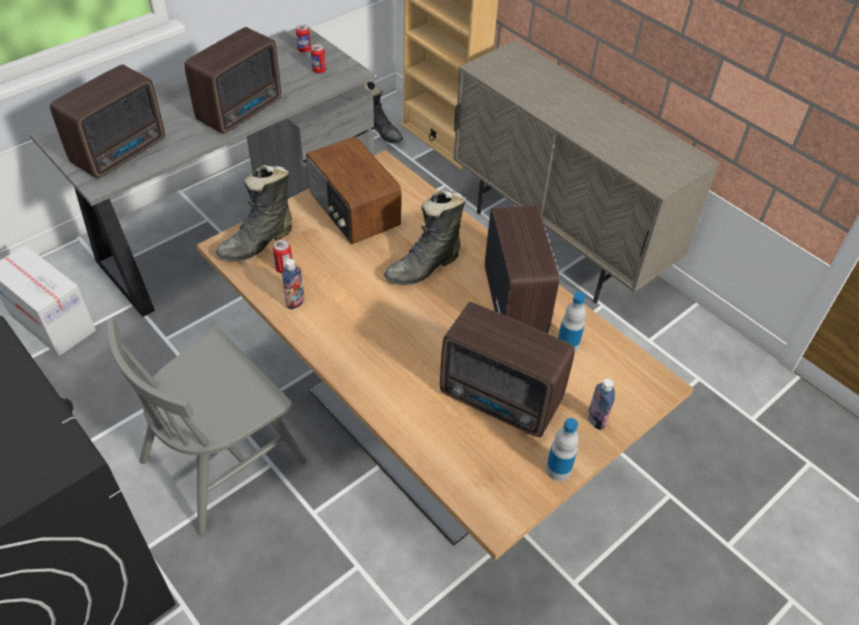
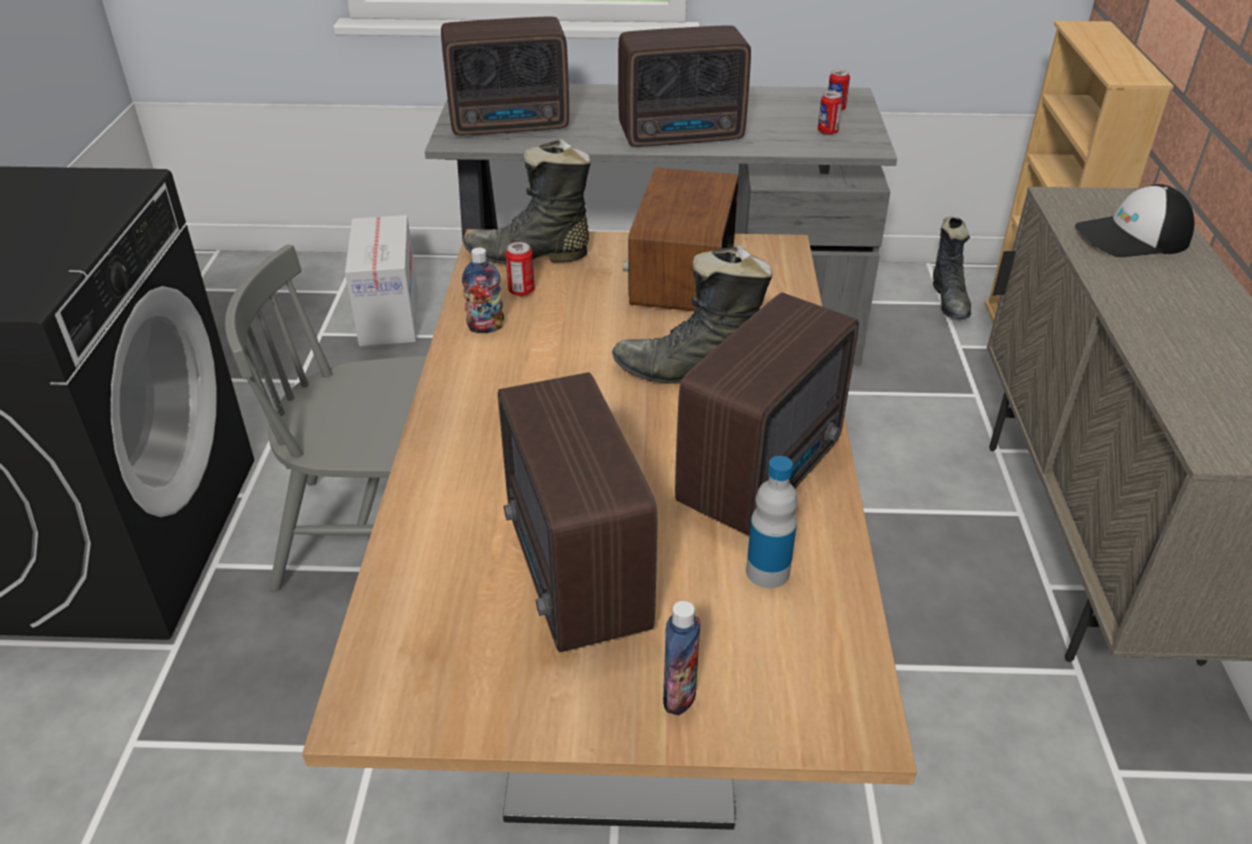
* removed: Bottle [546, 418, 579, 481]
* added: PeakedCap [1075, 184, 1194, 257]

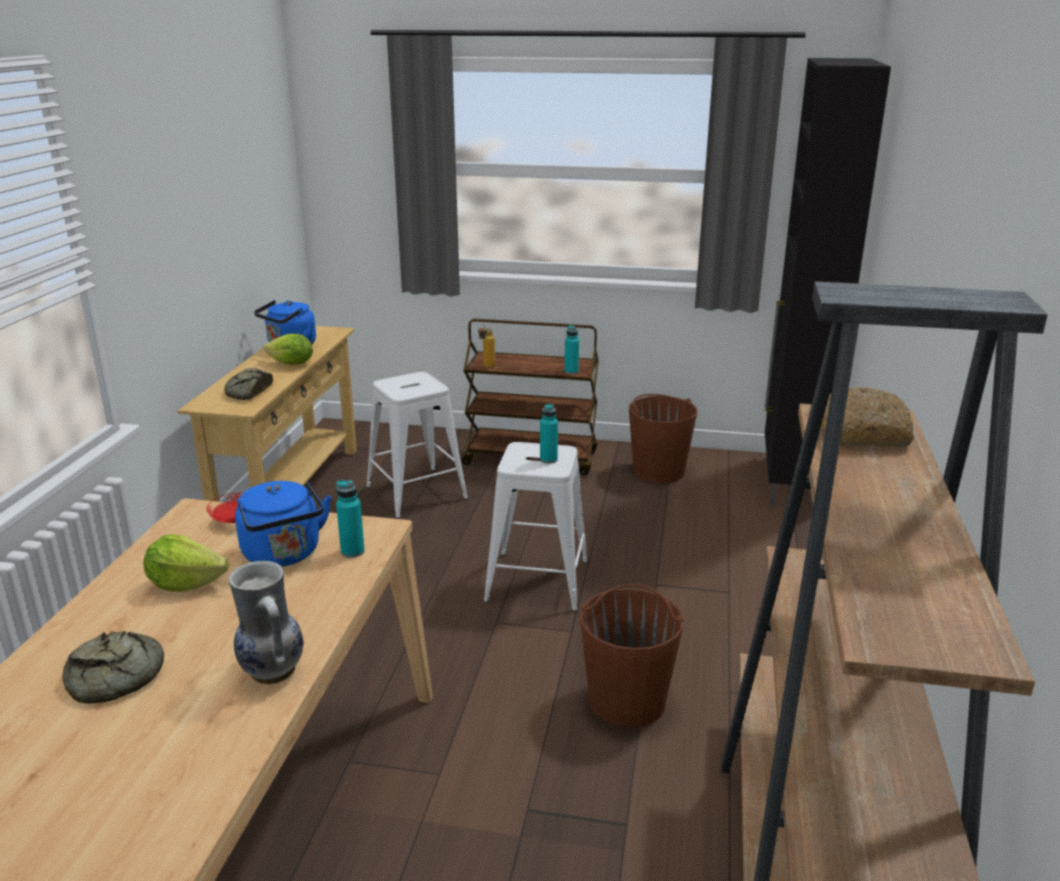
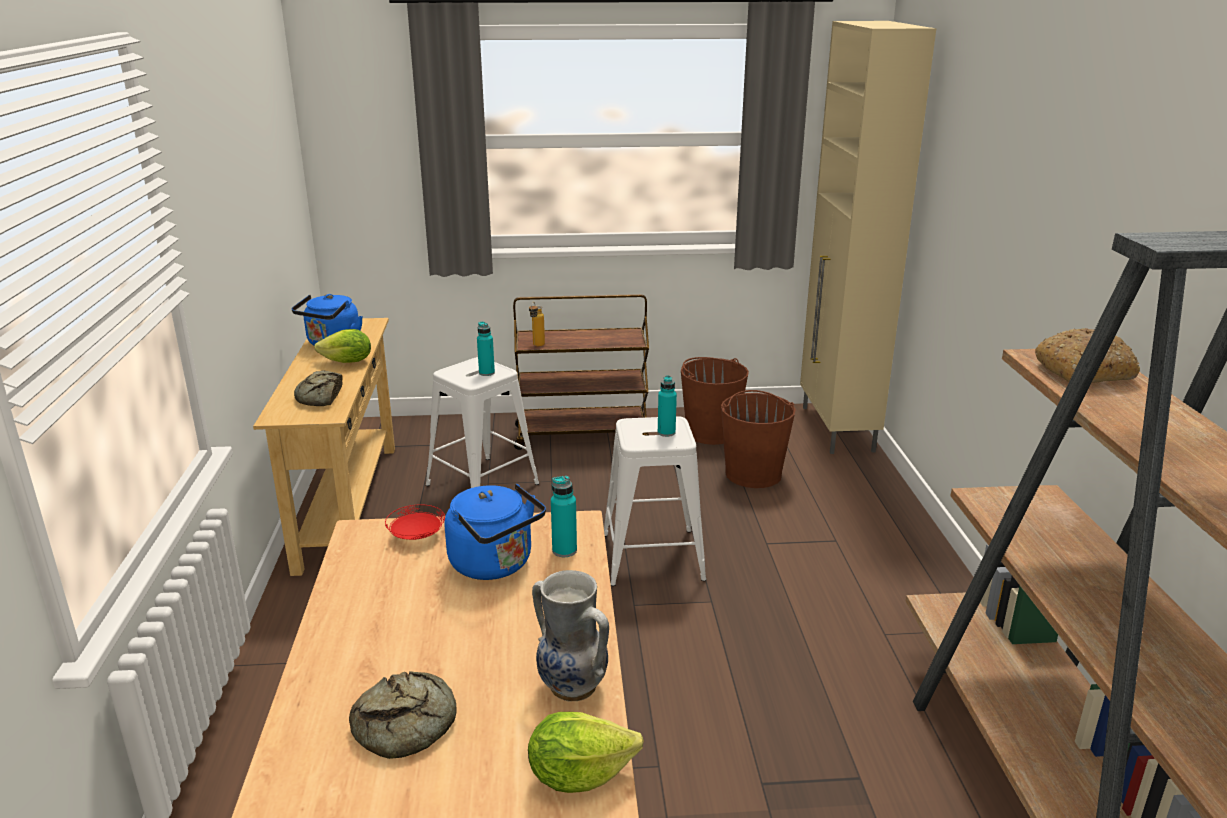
* recoloured: BlackColouredCupboard [765, 58, 891, 507] to SandColouredCupboard [800, 21, 936, 454]
* moved: TurquoiseColouredBottle [565, 325, 579, 374] to [477, 321, 495, 376]
* moved: HeadOfLettuce [144, 534, 229, 592] to [528, 712, 644, 793]
* moved: BrownColouredWaterBucket [580, 584, 684, 728] to [721, 390, 796, 488]

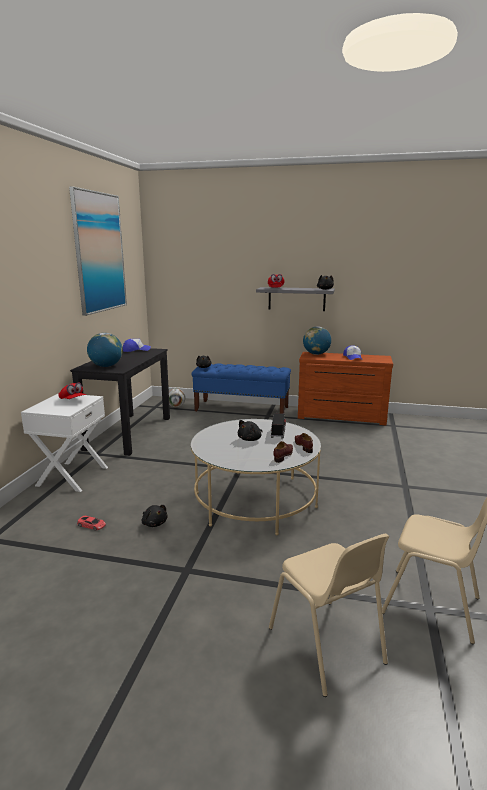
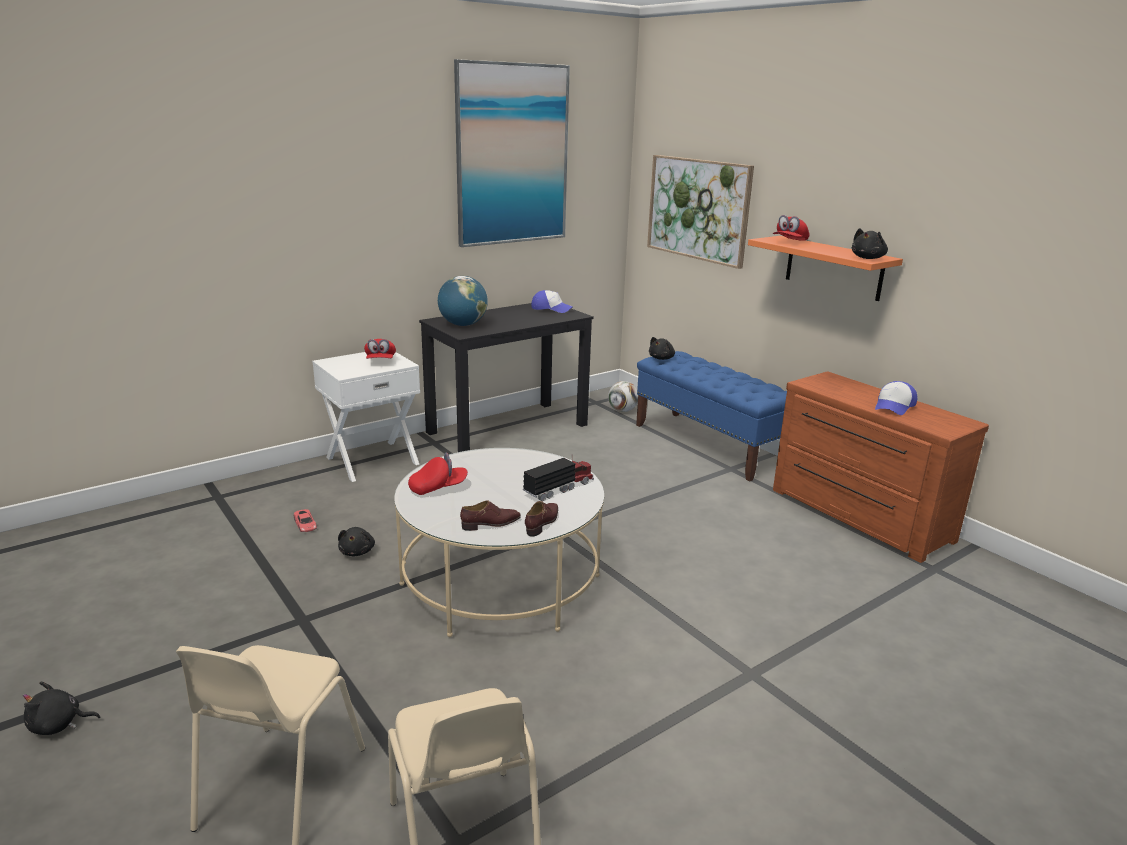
* recoloured: GrayBracketShelf [256, 287, 335, 311] to OrangeColouredBracketShelf [748, 236, 903, 301]
* removed: DeskGlobe [303, 326, 331, 355]
* moved: BlackColouredSoftToy [238, 420, 263, 441] to [23, 682, 100, 735]
* added: WallArt [647, 155, 754, 269]
* added: ReddishPeakedCap [408, 453, 468, 495]

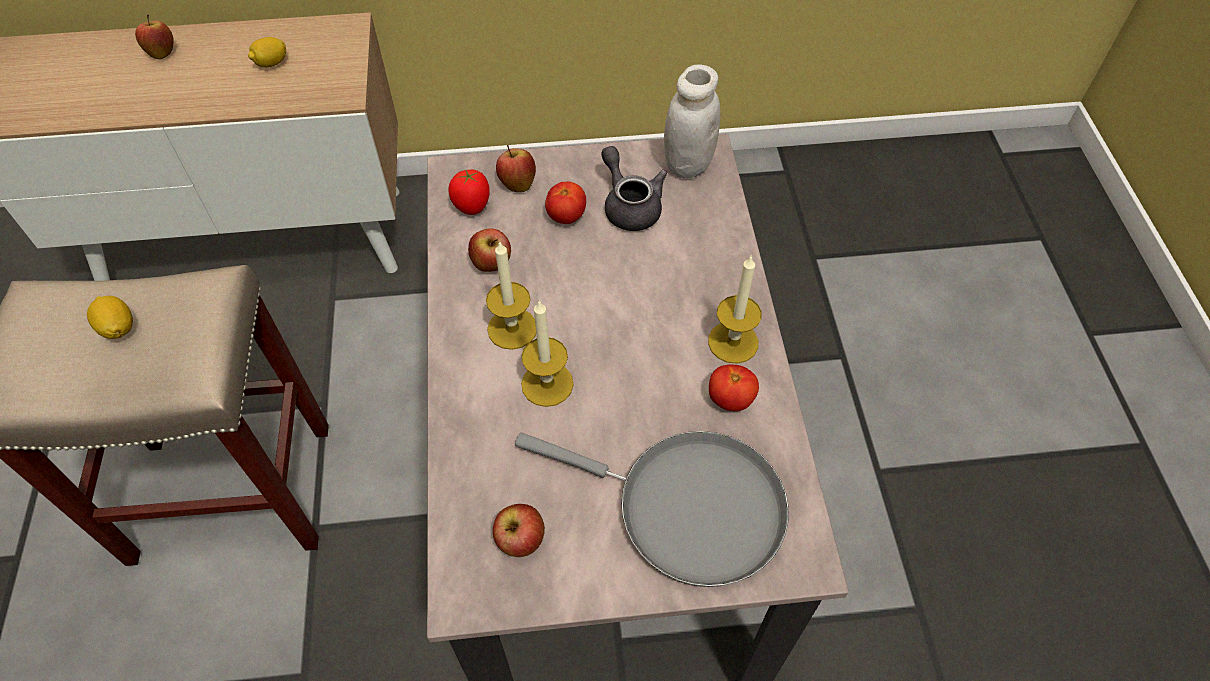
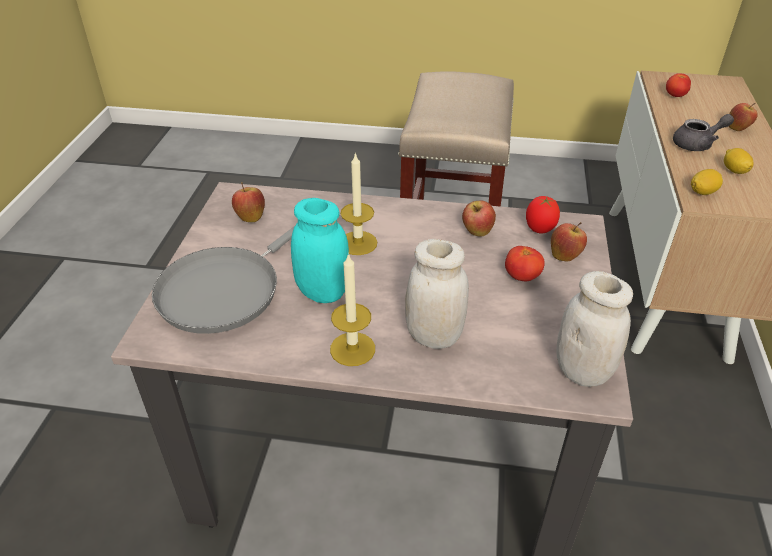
* moved: GrayTeapot [601, 146, 667, 231] to [673, 114, 734, 151]
* removed: WaxLight [486, 241, 536, 350]
* moved: WholeLemon [87, 296, 133, 339] to [691, 169, 723, 195]
* moved: WholeTomato [709, 364, 759, 411] to [666, 73, 691, 97]
* added: TurquoiseColouredPreserveJar [291, 198, 349, 303]
* added: WhitePreserveJar [405, 239, 469, 349]

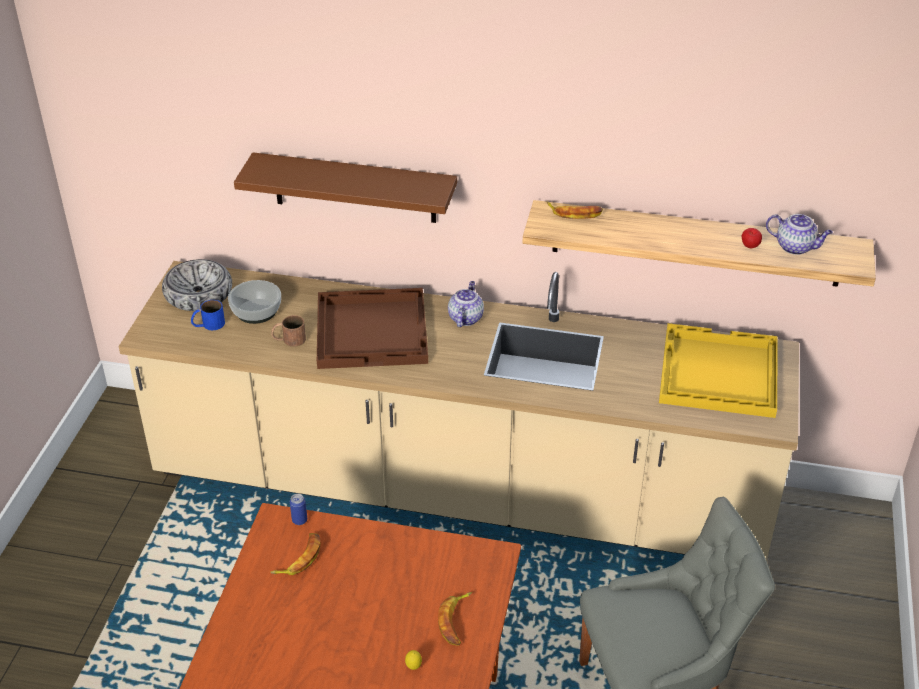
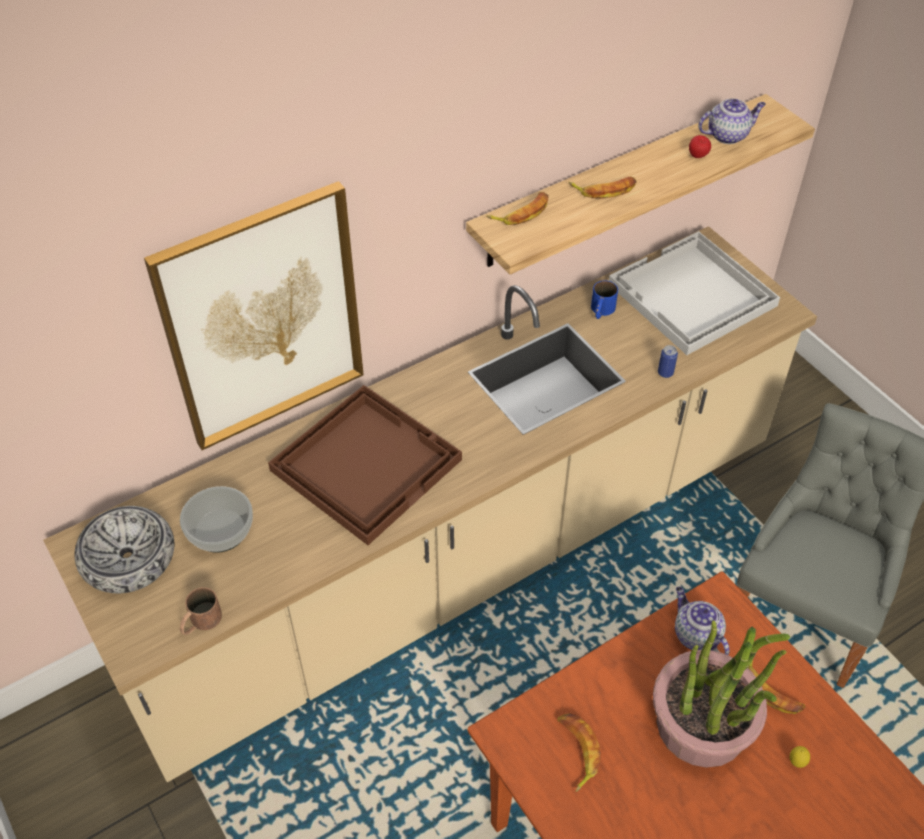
* replaced: BrownColouredBracketShelf [234, 152, 457, 223] to WallArt [144, 181, 364, 450]
* moved: Teapot [448, 281, 484, 327] to [675, 587, 730, 655]
* moved: BlueColouredTeaMug [191, 300, 225, 330] to [591, 280, 618, 319]
* moved: BrownColouredTeaMug [271, 315, 306, 347] to [180, 587, 222, 635]
* recoloured: YellowServingTray [659, 323, 777, 418] to WhiteServingTray [609, 231, 780, 355]
* moved: MetalCan [290, 494, 307, 525] to [658, 345, 678, 378]
* added: BananaFruit [569, 177, 637, 199]
* added: PottedPlant [653, 620, 790, 768]

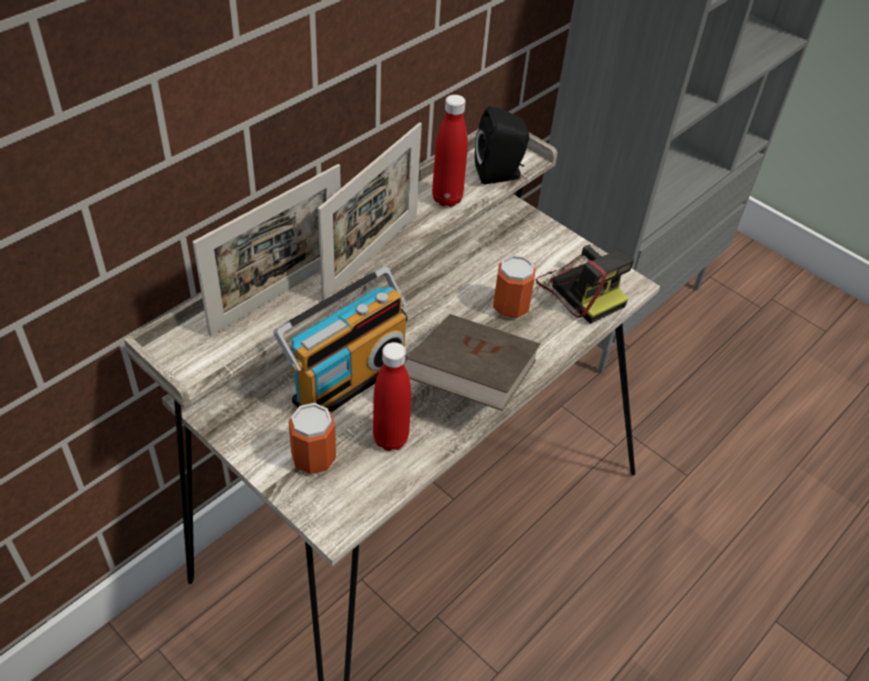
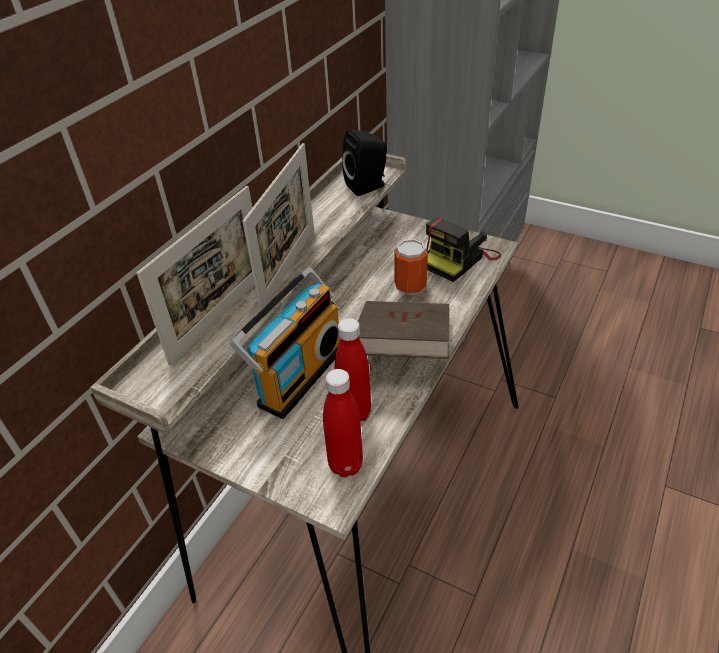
* moved: ReddishBottle [432, 95, 468, 207] to [323, 369, 363, 477]
* turned: StillCamera [536, 244, 634, 324] = [426, 218, 501, 282] 90 degrees clockwise
* removed: MetalCan [288, 403, 336, 475]

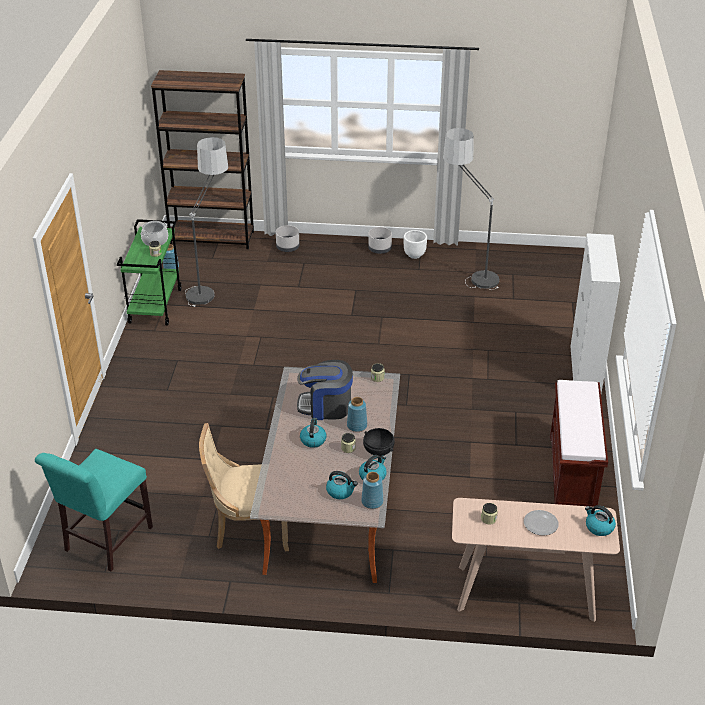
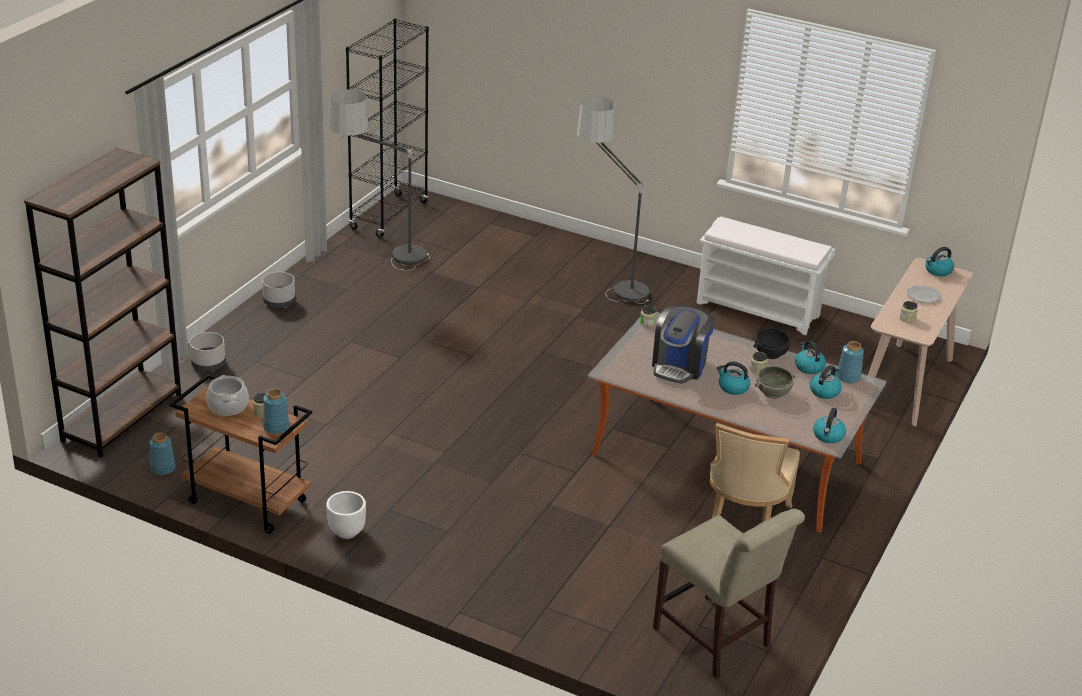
* moved: StandingLamp [185, 137, 228, 307] to [577, 97, 649, 304]
* recoloured: GreenTrolley [117, 219, 182, 326] to BrownColouredTrolley [170, 374, 312, 534]
* moved: WhiteFlowerPot [404, 230, 427, 259] to [326, 491, 366, 539]
* removed: WhiteCupboard [570, 233, 620, 393]
* recoloured: BrownColouredBench [550, 380, 608, 507] to WhiteBench [697, 217, 835, 335]
* moved: BlueColouredDecorativeVase [347, 397, 367, 432] to [263, 389, 290, 434]
* recoloured: TurquoiseColouredPlainChair [35, 449, 153, 571] to SandColouredPlainChair [653, 509, 805, 679]
* added: BlackColouredBookcase [346, 18, 429, 238]
* added: GrayServingBowl [755, 366, 795, 399]
* added: TeaKettle [813, 408, 846, 443]

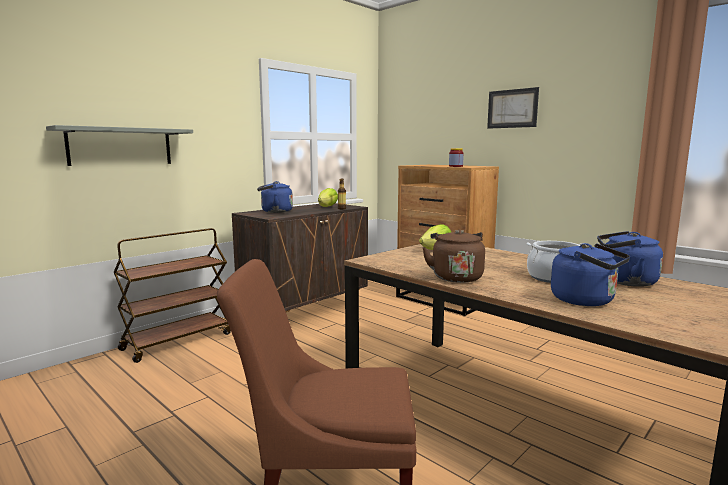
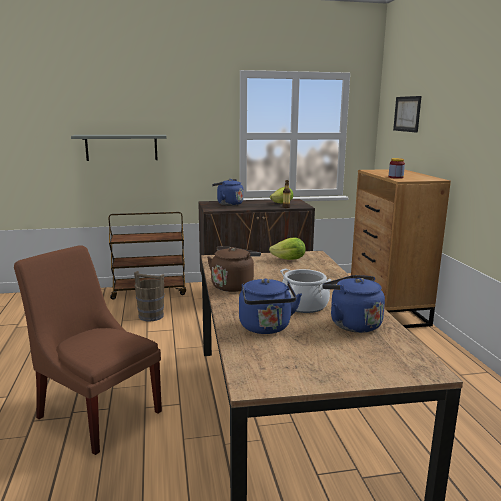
* moved: WallArt [487, 87, 539, 129] to [393, 96, 421, 133]
* added: BrownColouredWaterBucket [134, 271, 164, 322]

